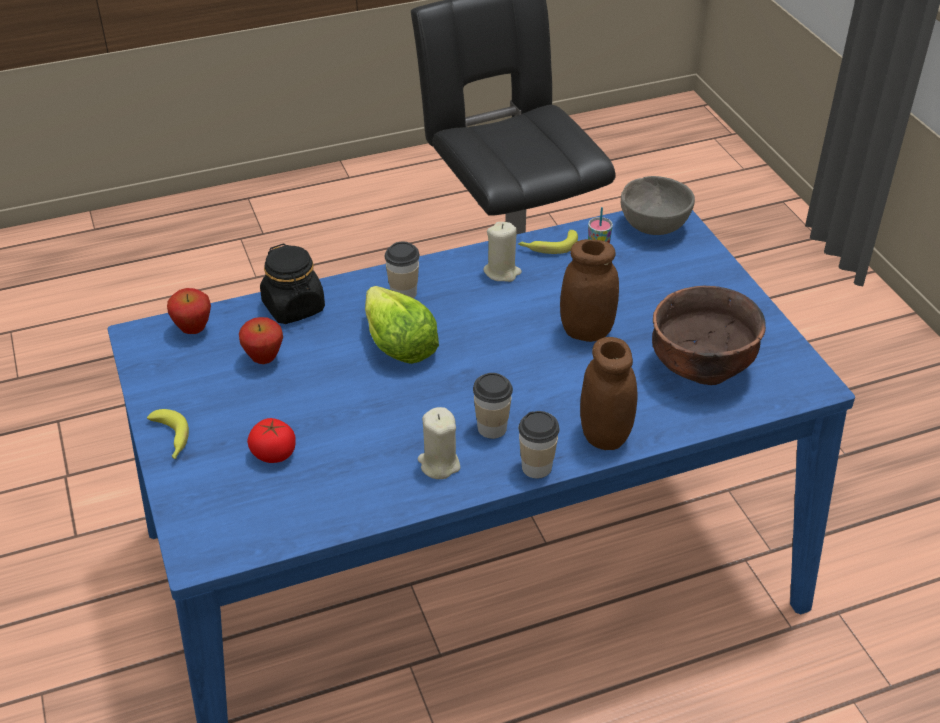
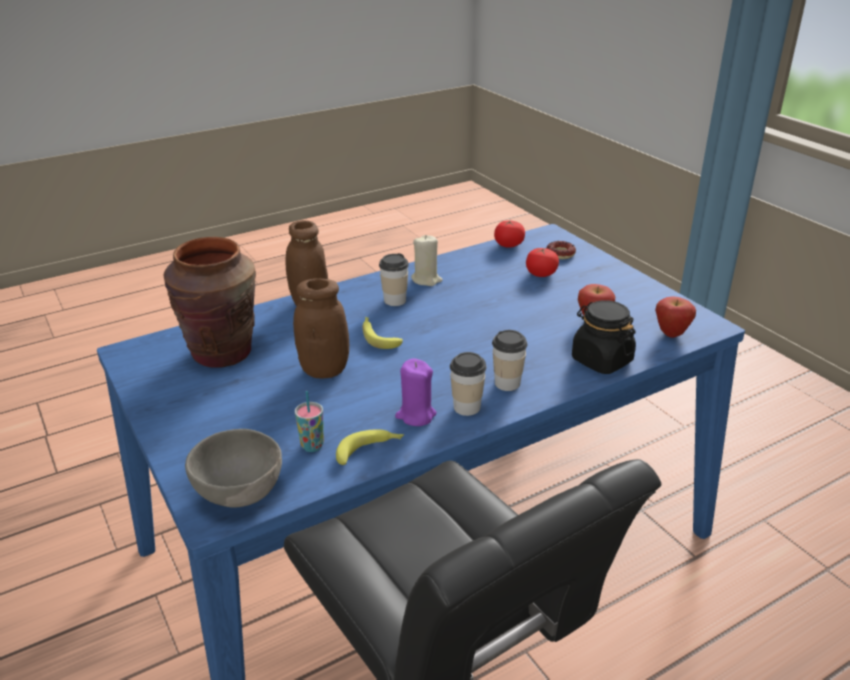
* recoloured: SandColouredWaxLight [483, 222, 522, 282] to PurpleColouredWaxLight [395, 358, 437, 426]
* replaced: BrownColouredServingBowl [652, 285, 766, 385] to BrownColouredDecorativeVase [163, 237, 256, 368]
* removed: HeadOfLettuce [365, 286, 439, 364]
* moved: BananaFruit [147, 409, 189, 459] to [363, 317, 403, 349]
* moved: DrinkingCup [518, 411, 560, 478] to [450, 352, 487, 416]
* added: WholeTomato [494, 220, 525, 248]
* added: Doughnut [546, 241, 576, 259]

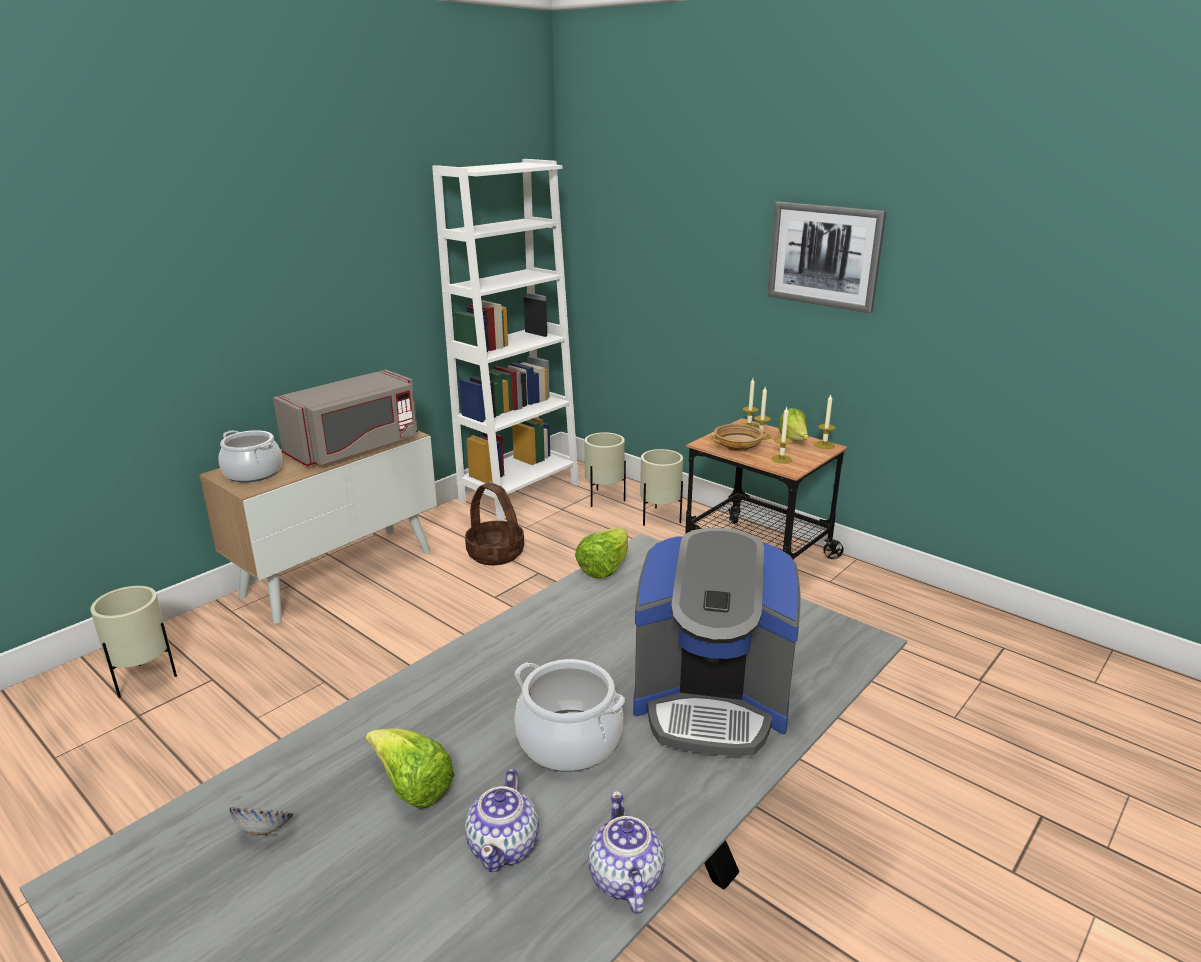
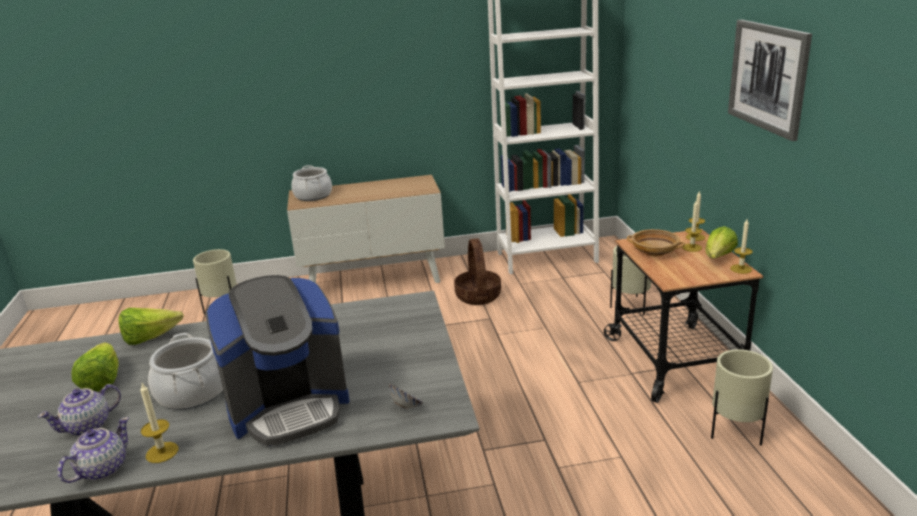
* removed: GrayMicrowave [273, 369, 418, 466]
* moved: WaxLight [771, 407, 793, 464] to [140, 383, 178, 463]
* moved: SandColouredFlowerPot [585, 432, 626, 507] to [711, 349, 773, 445]
* moved: HeadOfLettuce [575, 528, 628, 578] to [119, 308, 184, 345]
* turned: CoffeeBrewer [633, 528, 801, 756] = [205, 275, 349, 446] 75 degrees counterclockwise
* moved: ServingBowl [229, 807, 293, 835] to [389, 384, 423, 410]

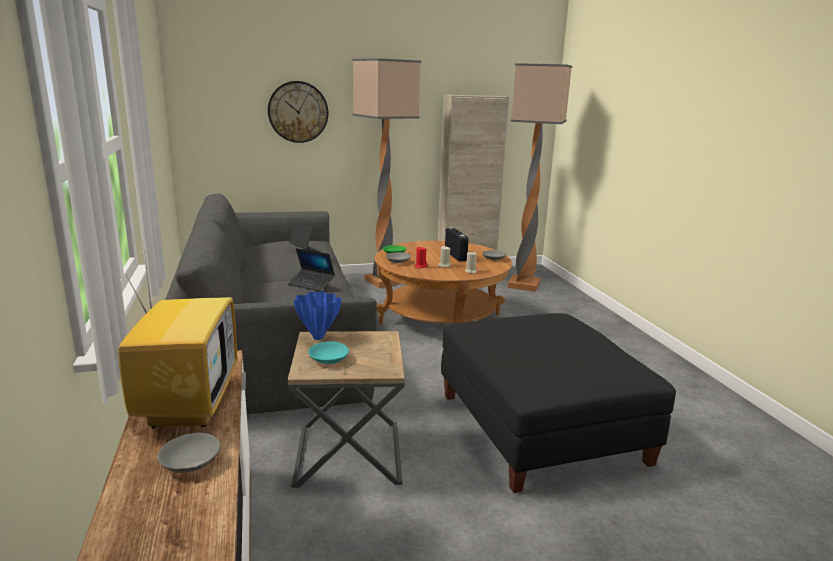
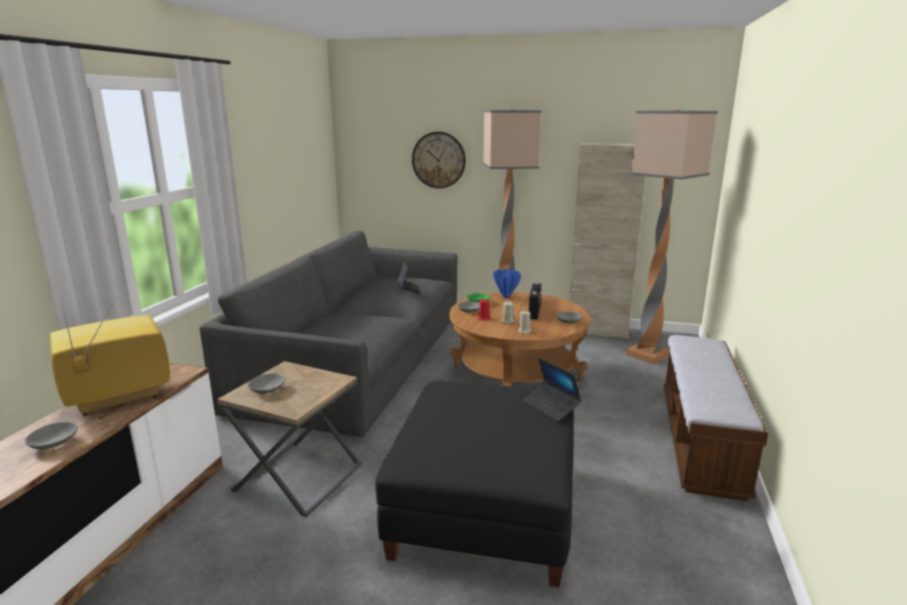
* turned: TvSet [118, 244, 237, 428] = [49, 296, 170, 415] 150 degrees counterclockwise
* moved: NotebookComputer [288, 248, 335, 292] to [522, 357, 582, 422]
* moved: BlueColouredDecorativeVase [293, 291, 342, 340] to [493, 269, 521, 298]
* recoloured: TurquoiseColouredServingBowl [308, 341, 349, 364] to GrayServingBowl [248, 374, 285, 394]
* added: Bench [664, 335, 768, 501]

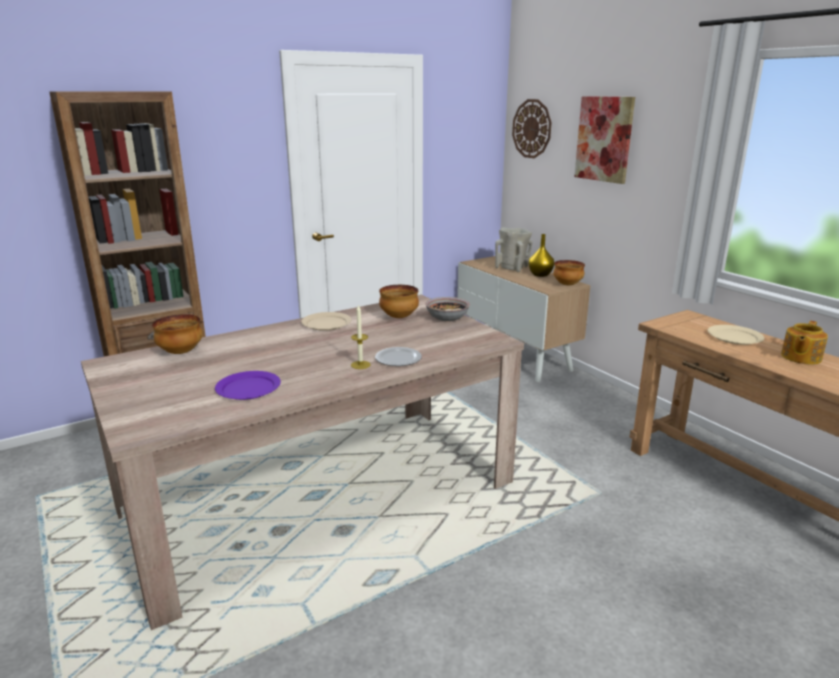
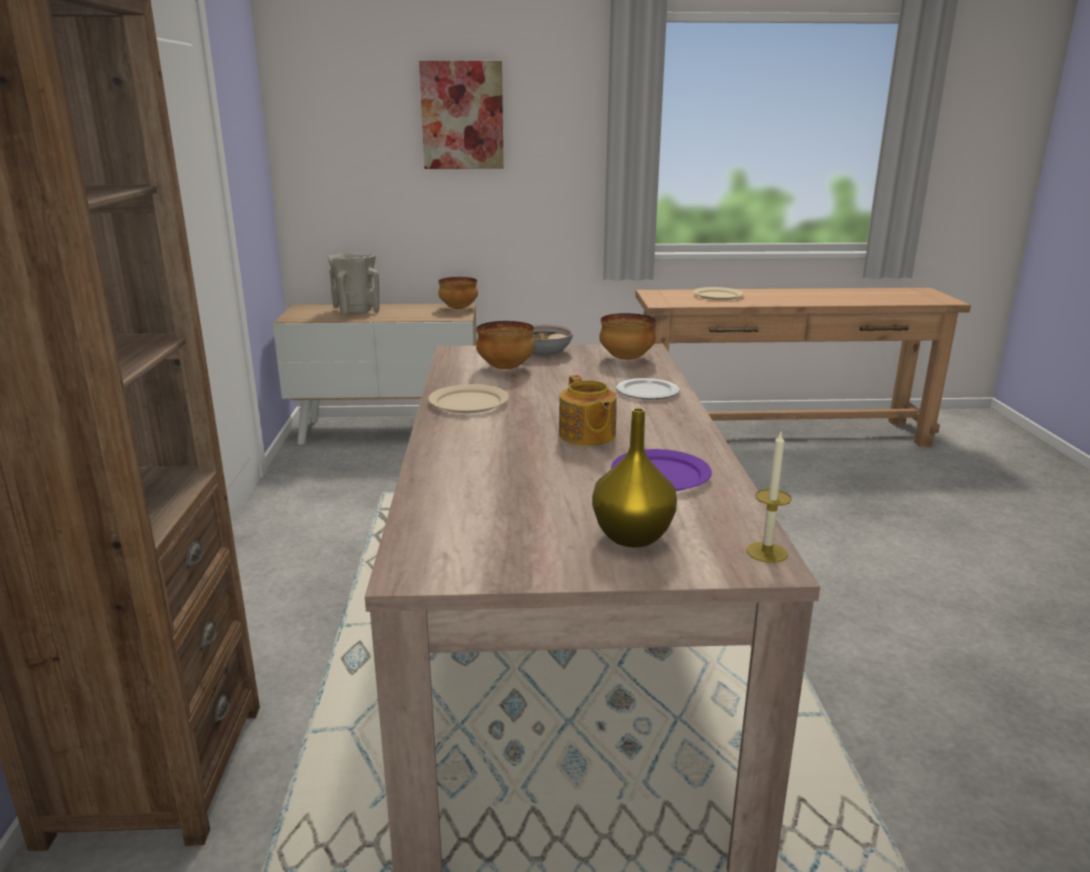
* removed: ClockOnTheWall [512, 99, 552, 158]
* moved: YellowDecorativeVase [529, 234, 554, 277] to [592, 408, 677, 548]
* moved: WaxLight [351, 304, 371, 369] to [746, 433, 792, 563]
* moved: ServingBowl [152, 314, 203, 354] to [599, 313, 656, 360]
* moved: Teapot [781, 321, 828, 365] to [559, 375, 617, 446]

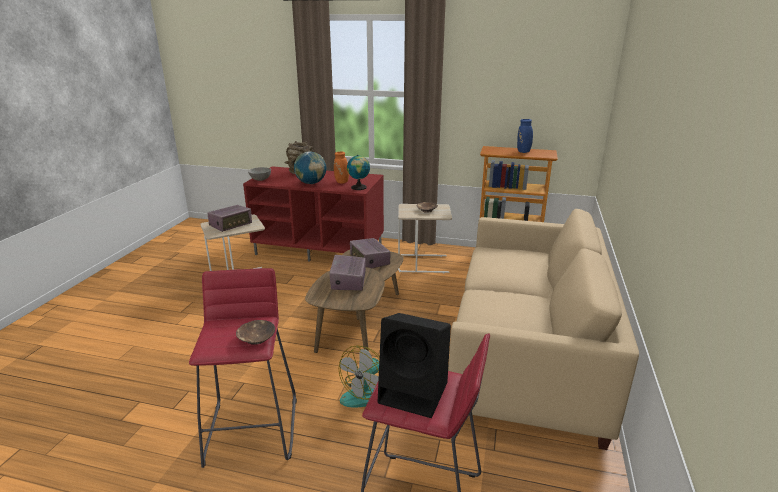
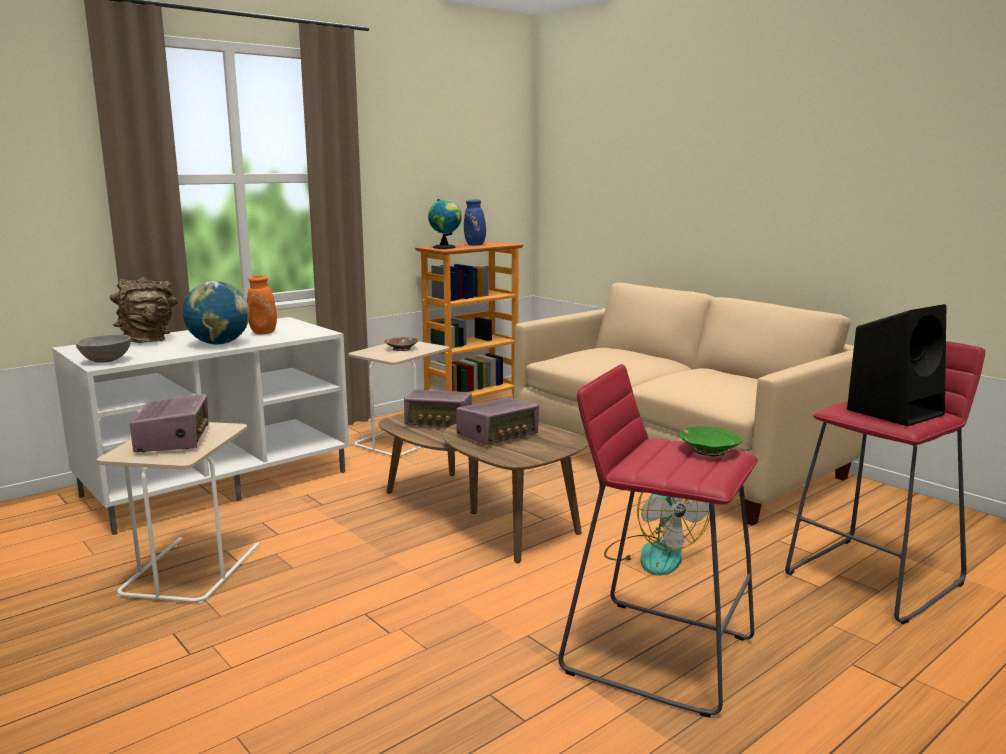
* moved: DeskGlobe [347, 155, 370, 190] to [428, 199, 462, 249]
* recoloured: ReddishTvUnit [243, 166, 384, 262] to WhiteTvUnit [52, 317, 349, 535]
* turned: RadioReceiver [329, 255, 366, 291] = [456, 398, 539, 445] 75 degrees counterclockwise
* recoloured: BrownColouredServingBowl [236, 320, 275, 345] to GreenServingBowl [679, 426, 742, 456]

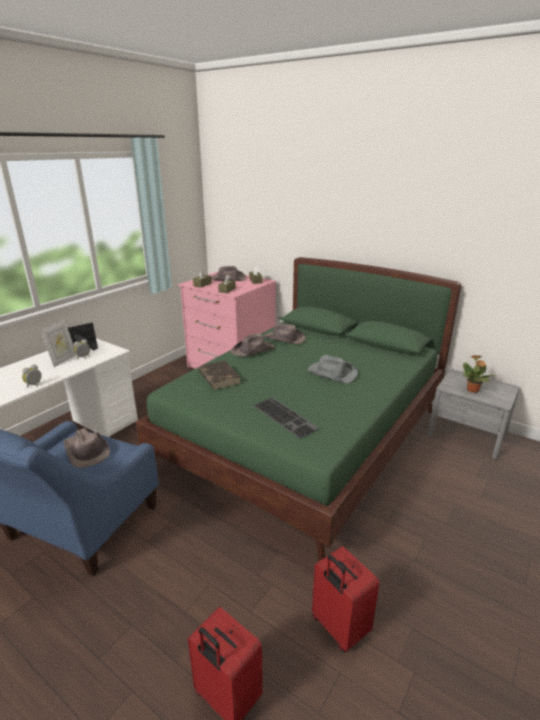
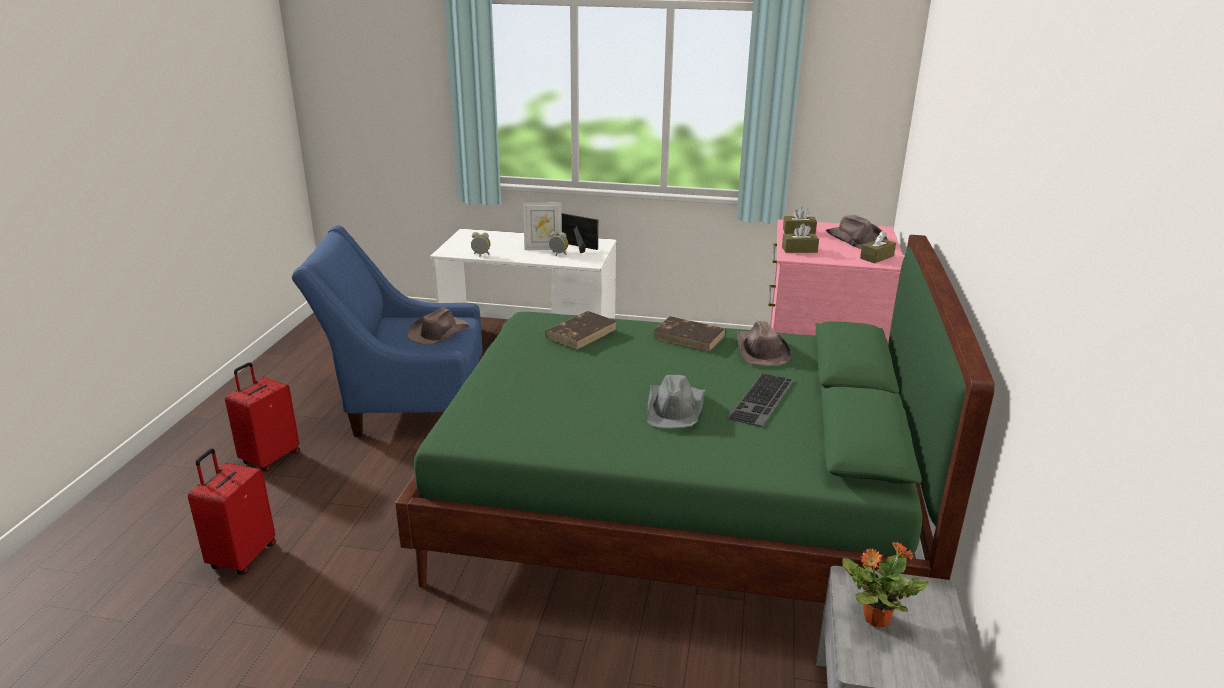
* replaced: BrownColouredWearableHat [231, 333, 275, 357] to BrownColouredBook [653, 316, 726, 352]
* moved: ComputerKeyboard [253, 397, 319, 439] to [727, 373, 794, 427]
* moved: ReddishTravelCase [312, 546, 380, 652] to [225, 362, 300, 472]

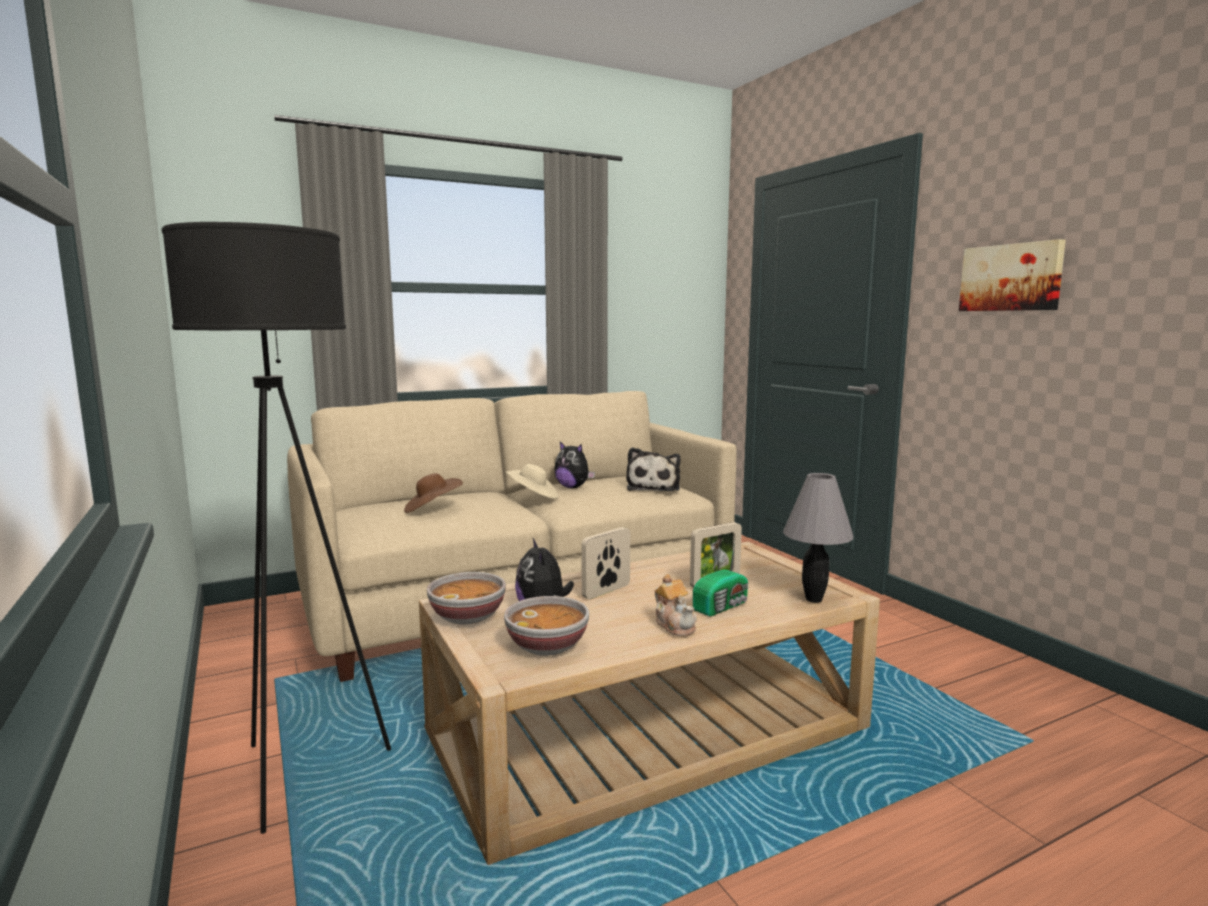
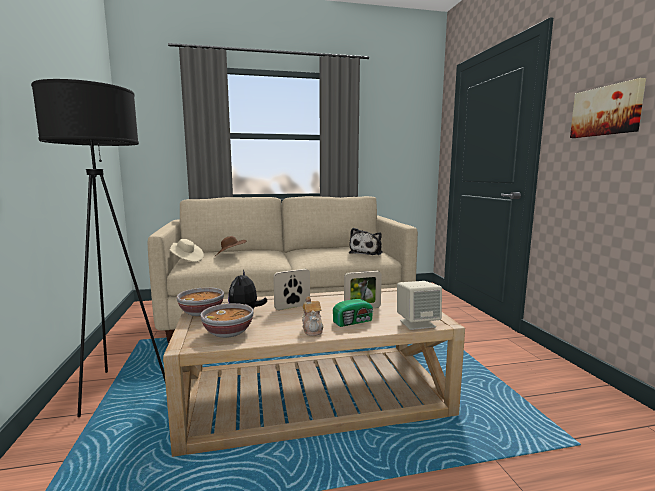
* removed: SoftToy [554, 442, 595, 488]
* moved: SandColouredWearableHat [506, 464, 558, 499] to [170, 239, 204, 262]
* replaced: GrayTabletopLamp [783, 473, 854, 603] to SandColouredLoudspeaker [397, 281, 442, 330]

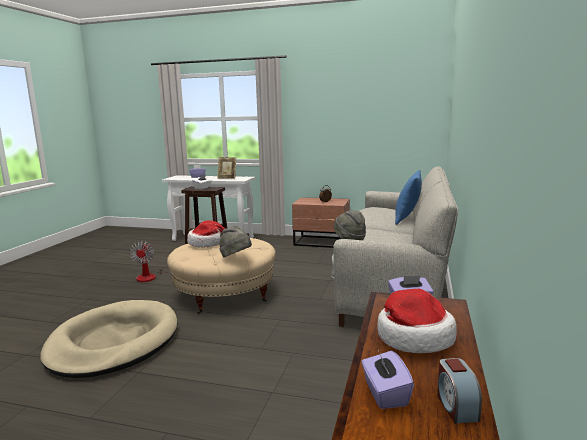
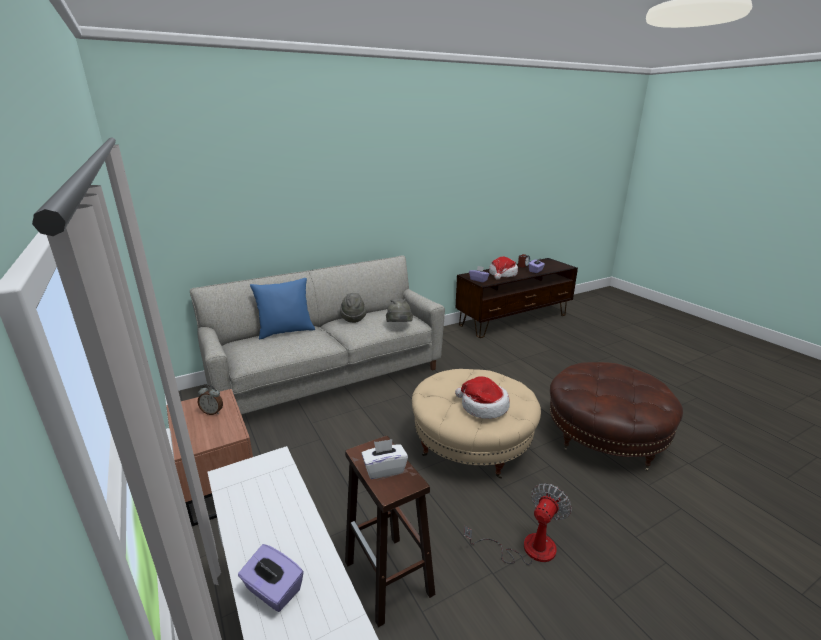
* removed: PhotoFrame [217, 157, 236, 179]
* moved: GrayWearableHat [219, 226, 252, 258] to [340, 293, 366, 323]
* replaced: SandColouredDogBed [40, 300, 177, 378] to BrownColouredOttoman [550, 362, 683, 471]

